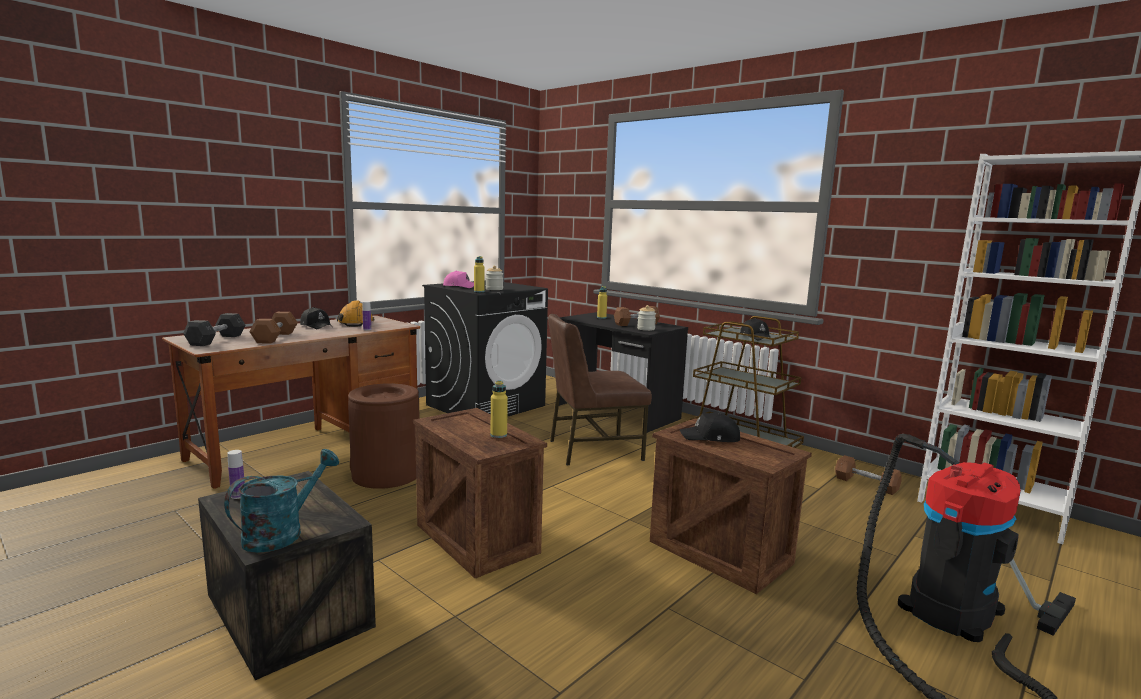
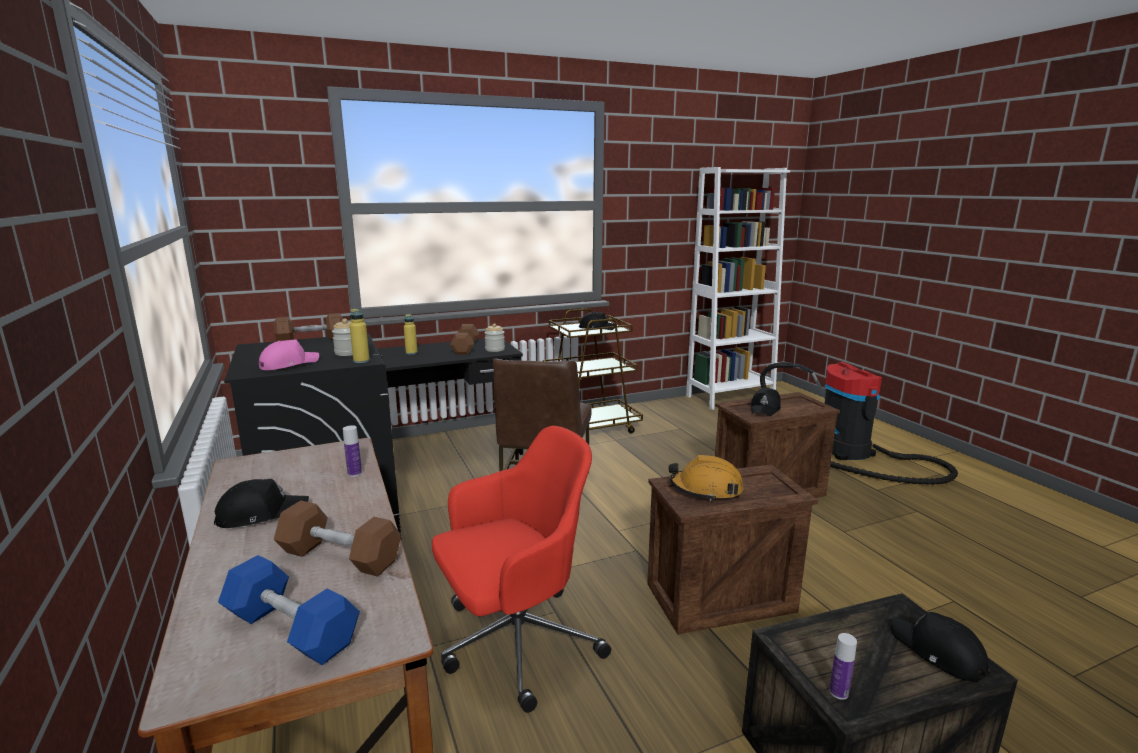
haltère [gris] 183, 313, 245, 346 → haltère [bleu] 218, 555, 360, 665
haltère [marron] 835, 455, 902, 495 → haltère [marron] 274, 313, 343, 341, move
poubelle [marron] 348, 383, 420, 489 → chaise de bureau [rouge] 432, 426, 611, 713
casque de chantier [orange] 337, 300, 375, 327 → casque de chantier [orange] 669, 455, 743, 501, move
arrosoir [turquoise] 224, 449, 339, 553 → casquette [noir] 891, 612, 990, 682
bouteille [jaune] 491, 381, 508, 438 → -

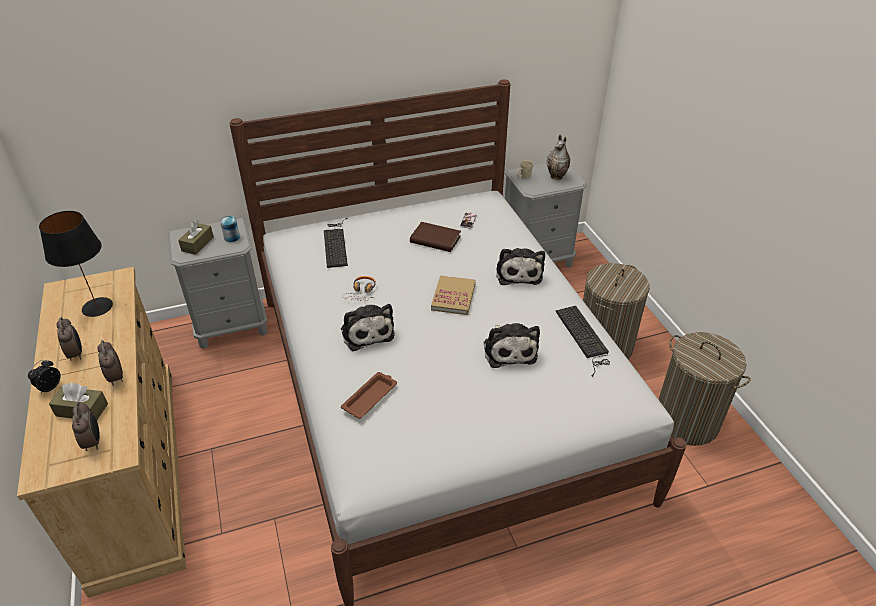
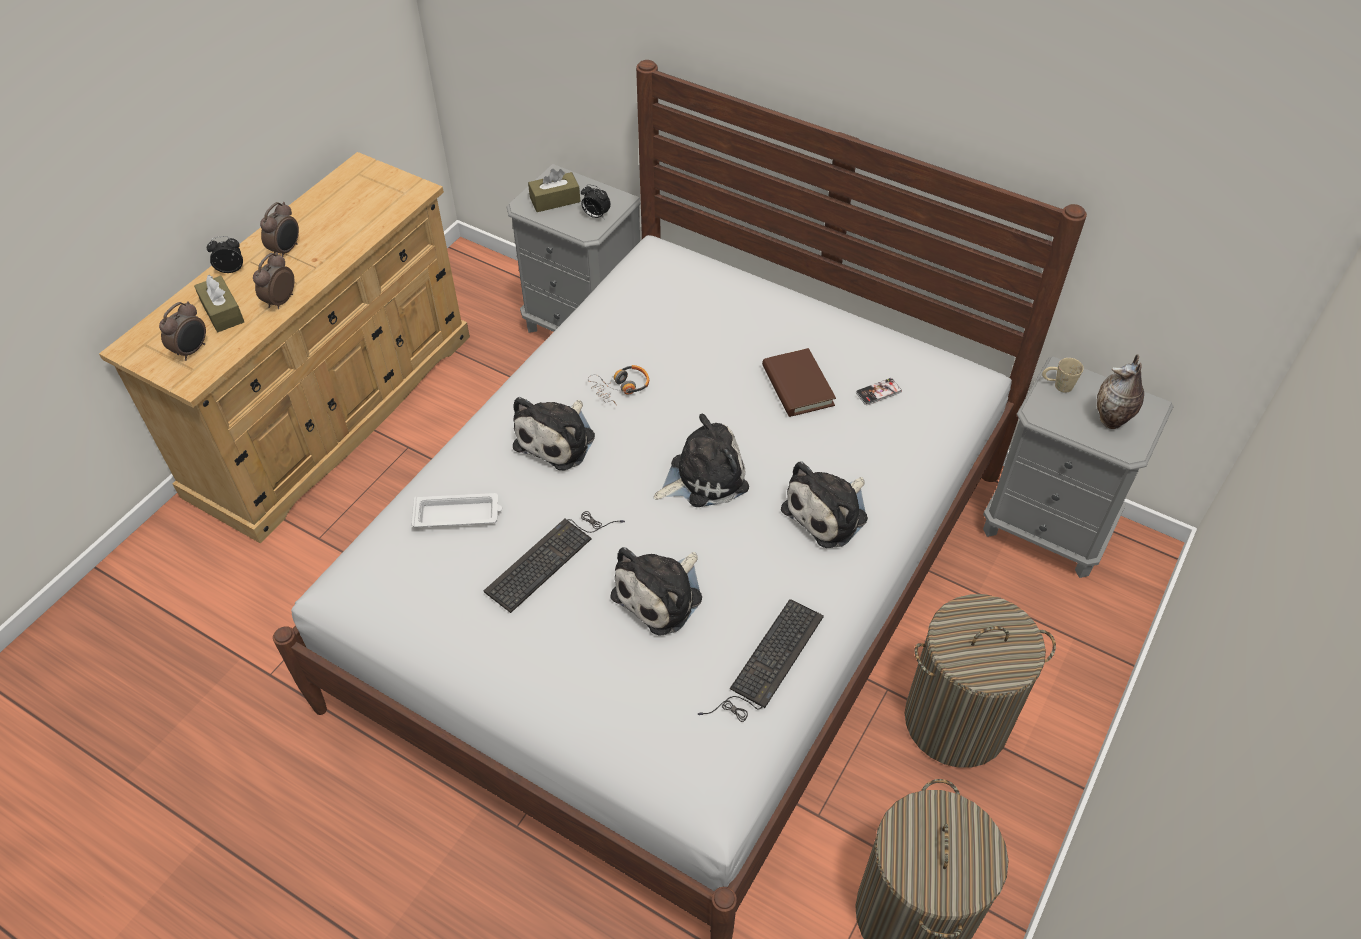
plateau [marron] 341, 372, 397, 419 → plateau [blanc] 411, 493, 502, 527
clavier 324, 217, 348, 268 → clavier 484, 511, 625, 613, move
boîte métallique 220, 216, 240, 242 → réveil 581, 184, 611, 219
livre 431, 275, 476, 315 → peluche 654, 414, 749, 507
lampe de table [noir] 39, 211, 113, 317 → -

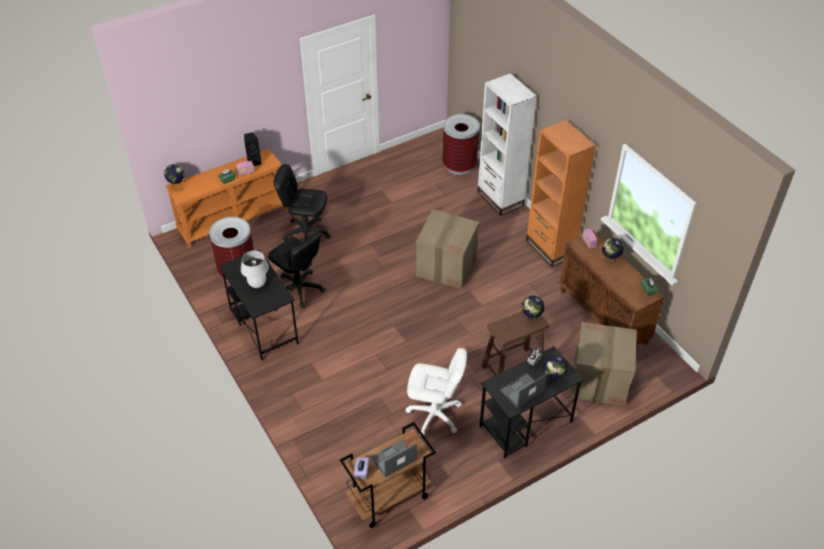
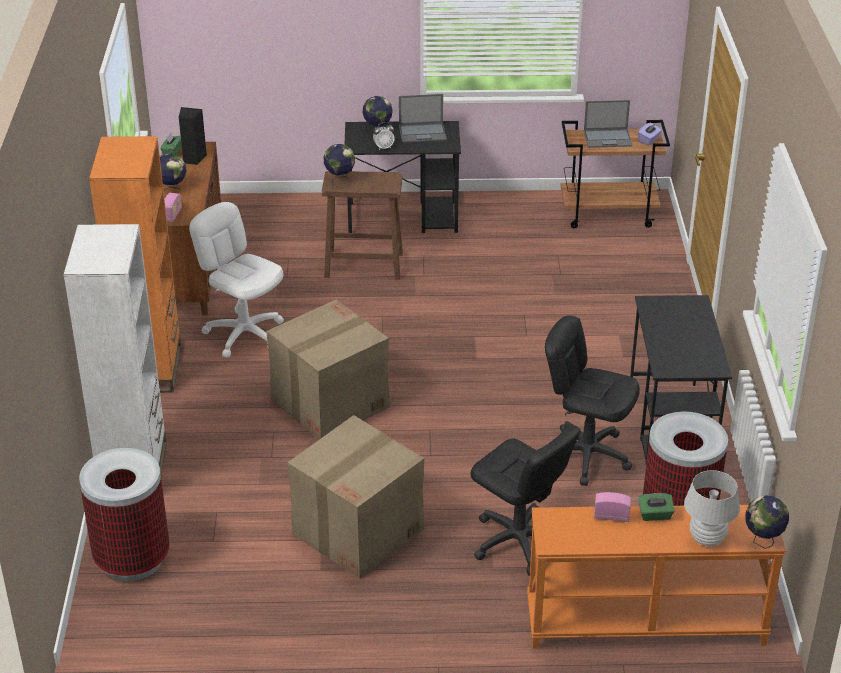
enceinte [noir] 244, 132, 262, 166 → enceinte [noir] 179, 107, 207, 165, move
chaise de bureau [blanc] 406, 348, 467, 437 → chaise de bureau [blanc] 189, 202, 284, 358, move
carton 570, 322, 637, 407 → carton 287, 415, 424, 579, move
chaise de bureau [noir] 268, 232, 325, 308 → chaise de bureau [noir] 545, 315, 640, 486, 45 degrees counterclockwise
lampe de table [blanc] 241, 251, 269, 288 → lampe de table [blanc] 684, 470, 740, 546, move

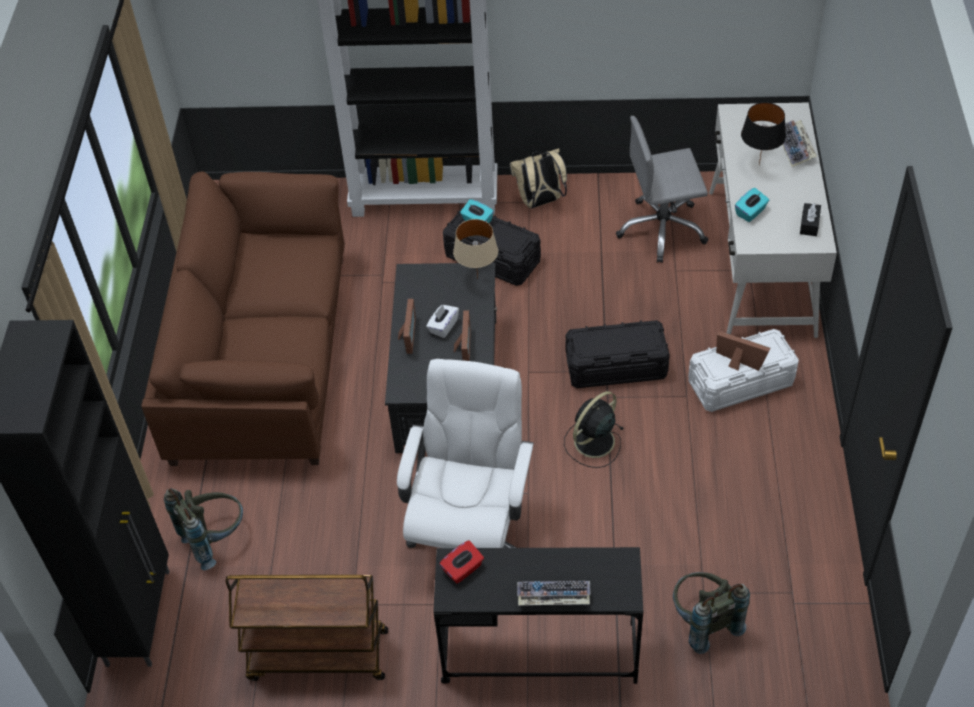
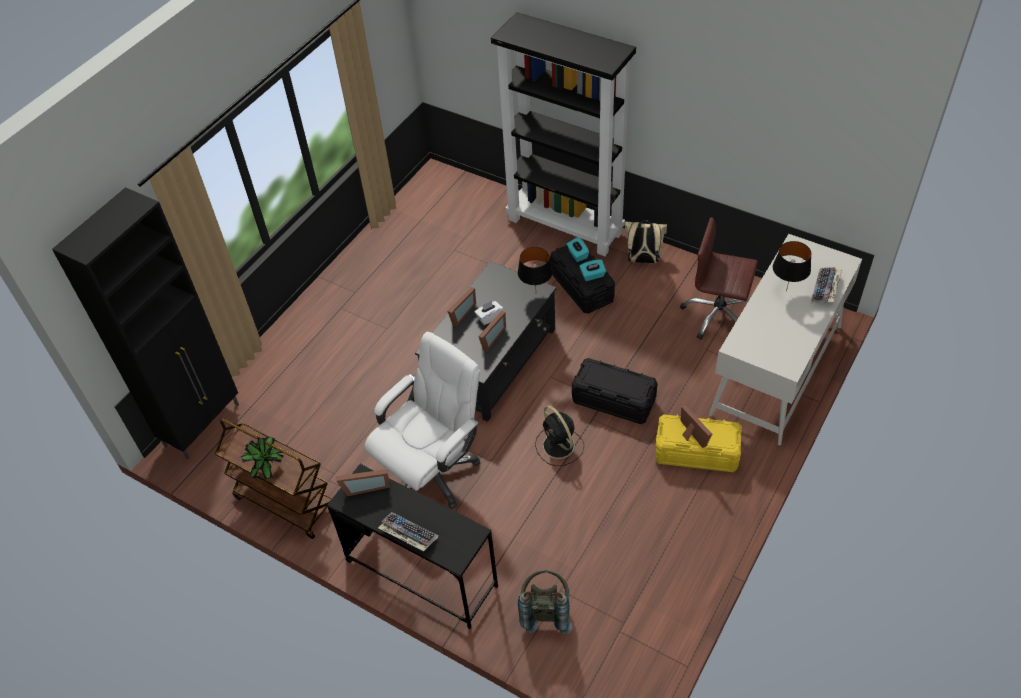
- → plante en pot 240, 436, 284, 480
boîte à mouchoirs [rouge] 440, 540, 484, 584 → cadre photo 335, 469, 390, 496
lampe de table [beige] 453, 219, 498, 279 → lampe de table [noir] 518, 247, 553, 287
ventilateur [noir] 564, 391, 624, 468 → ventilateur [noir] 535, 406, 584, 466, 105 degrees counterclockwise
boîte à mouchoirs [turquoise] 735, 188, 769, 222 → boîte à mouchoirs [turquoise] 579, 259, 606, 281, move
boîte de rangement [blanc] 688, 329, 799, 412 → boîte de rangement [jaune] 655, 414, 742, 472
chaise de bureau [gris] 616, 116, 708, 263 → chaise de bureau [marron] 680, 217, 758, 340
canapé [marron] 141, 171, 345, 466 → -
sac à dos [gris] 164, 488, 243, 570 → -
boîte à mouchoirs [noir] 800, 203, 821, 236 → -

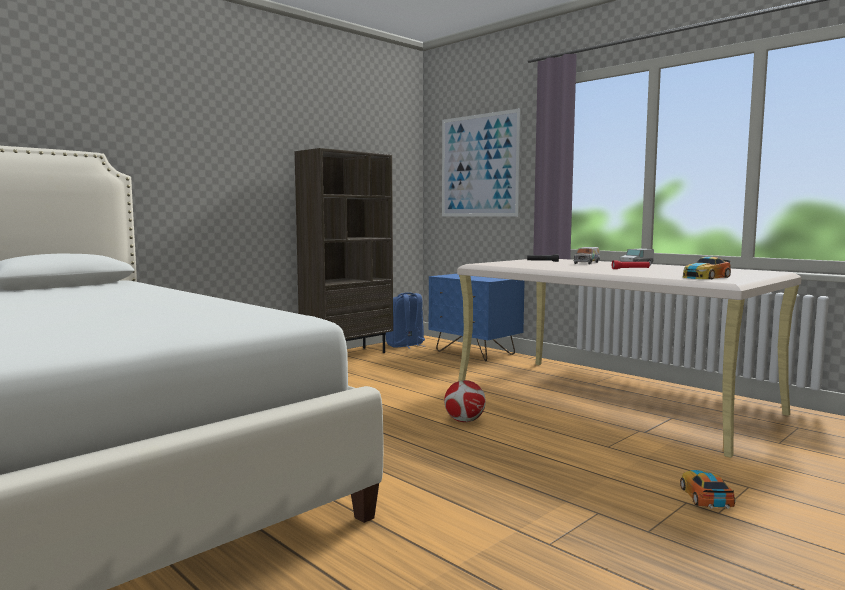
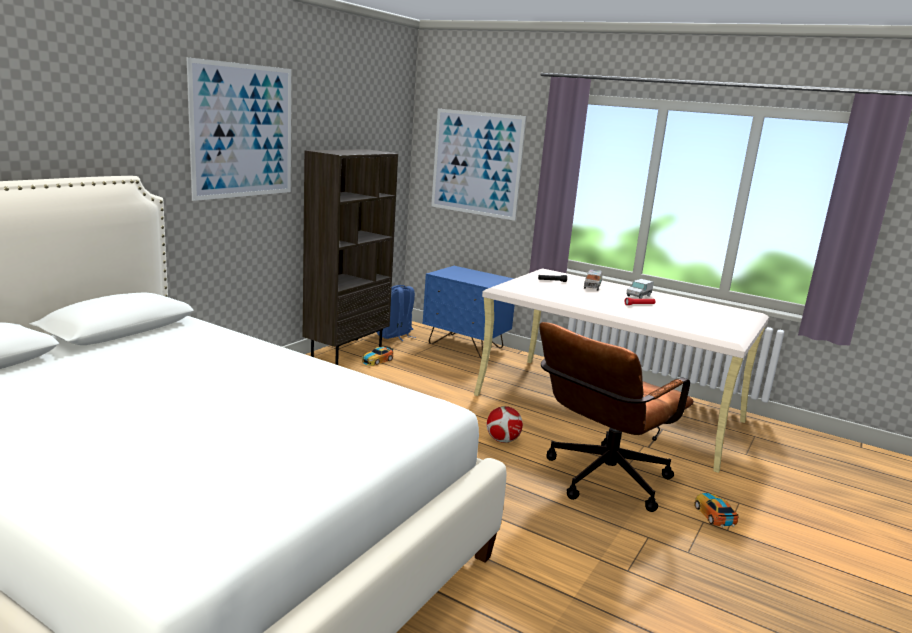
- → tableau 186, 57, 291, 201
petite voiture 683, 257, 731, 279 → petite voiture 362, 346, 393, 366, move
- → chaise de bureau [marron] 539, 322, 694, 512

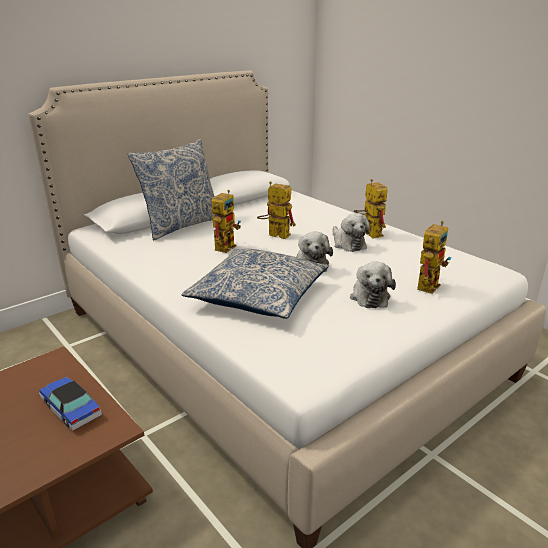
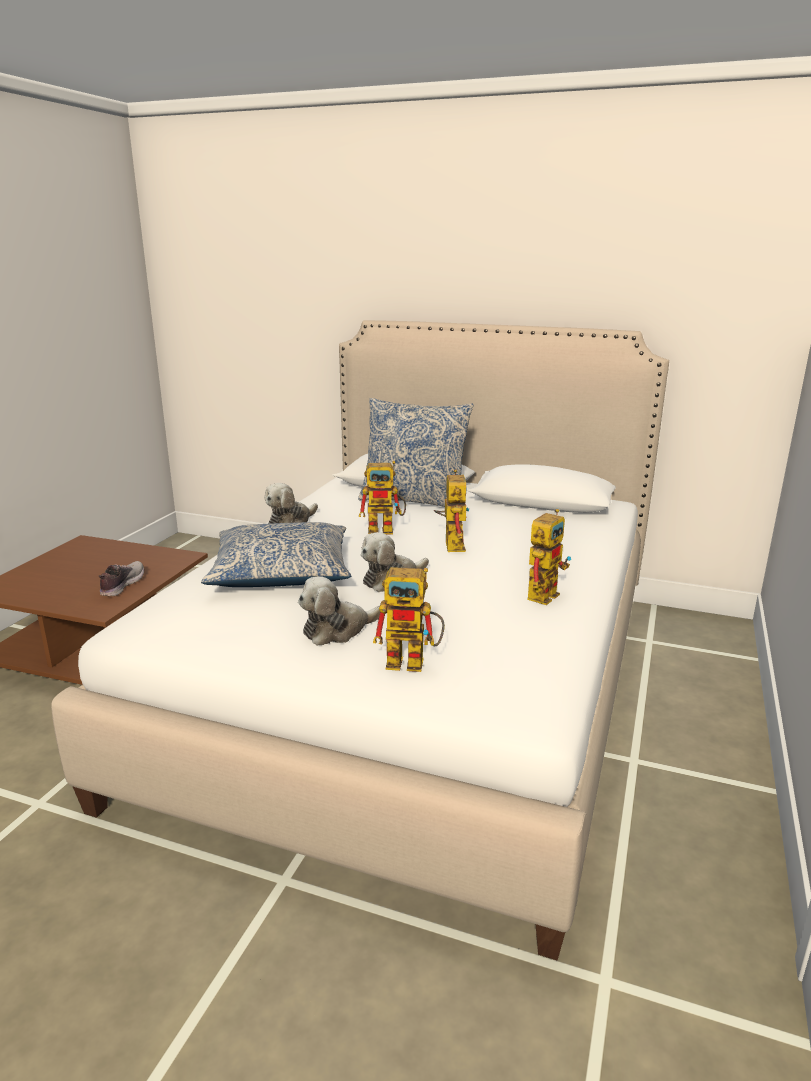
petite voiture 39, 377, 102, 431 → chaussure 99, 561, 144, 596
peluche 333, 213, 370, 252 → peluche 264, 483, 318, 524, move

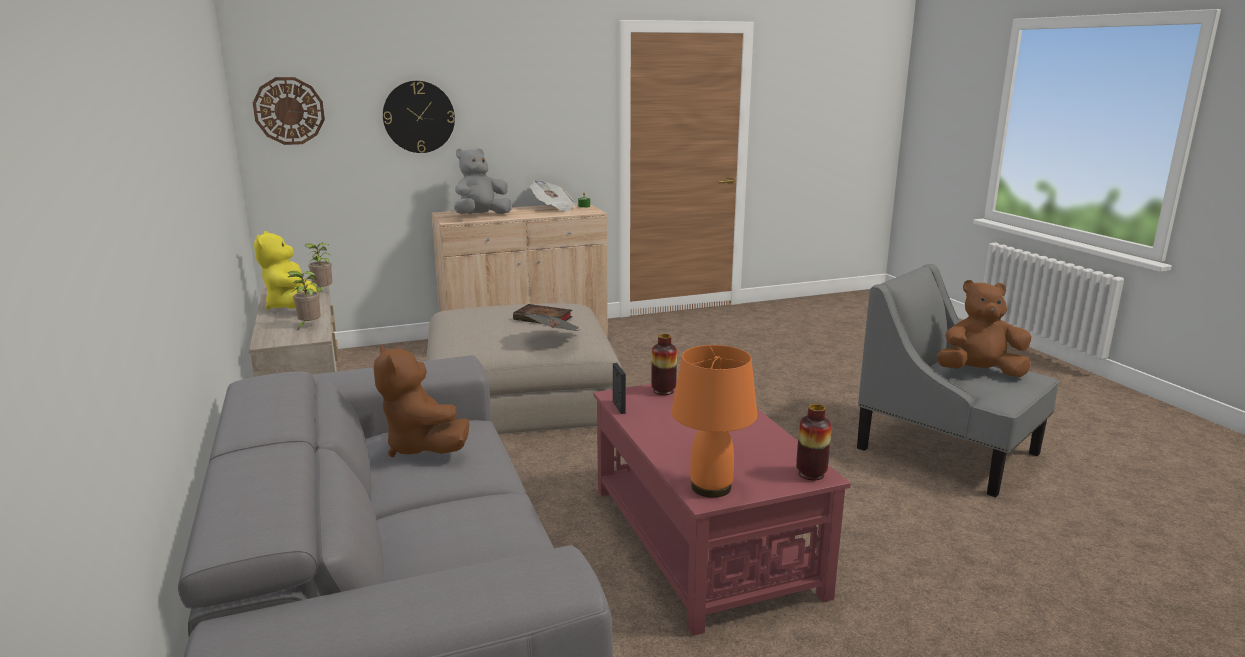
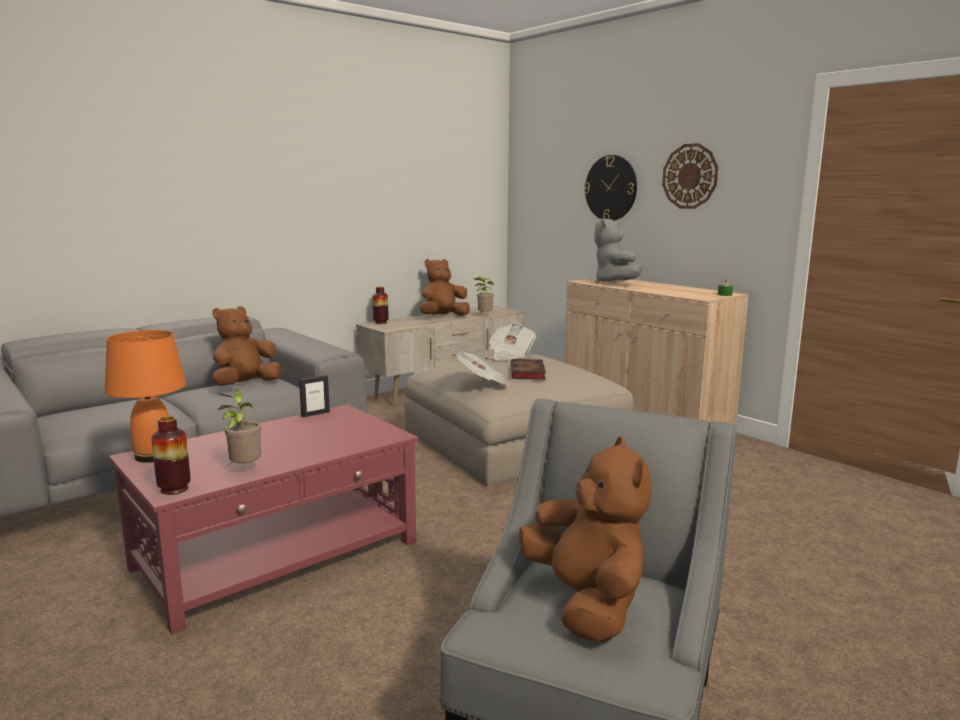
plante en pot 287, 271, 321, 330 → plante en pot 218, 389, 261, 467, move
vase 651, 334, 677, 395 → vase 373, 287, 389, 324, move
peluche [jaune] 254, 231, 317, 310 → peluche [marron] 420, 259, 470, 316
journal 530, 180, 577, 212 → journal 489, 323, 536, 361, move
peluche [gris] 454, 148, 512, 214 → peluche [gris] 594, 218, 642, 284, 120 degrees counterclockwise
horloge murale 253, 77, 325, 145 → horloge murale 662, 143, 718, 209, move

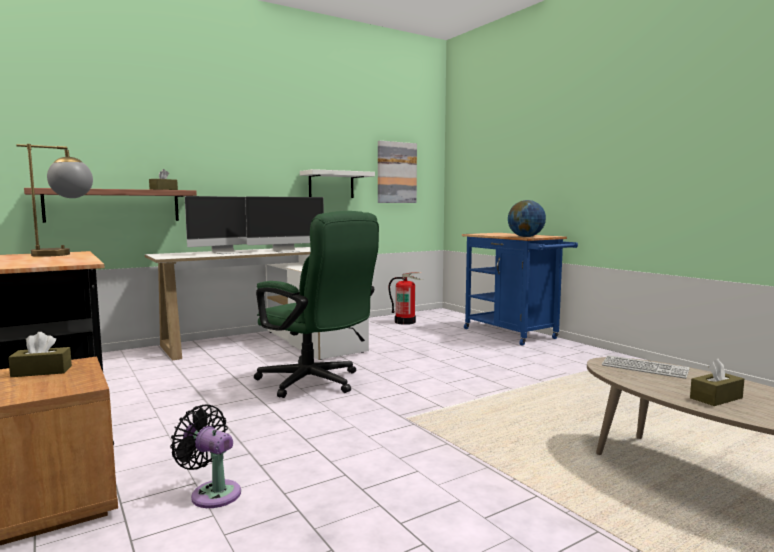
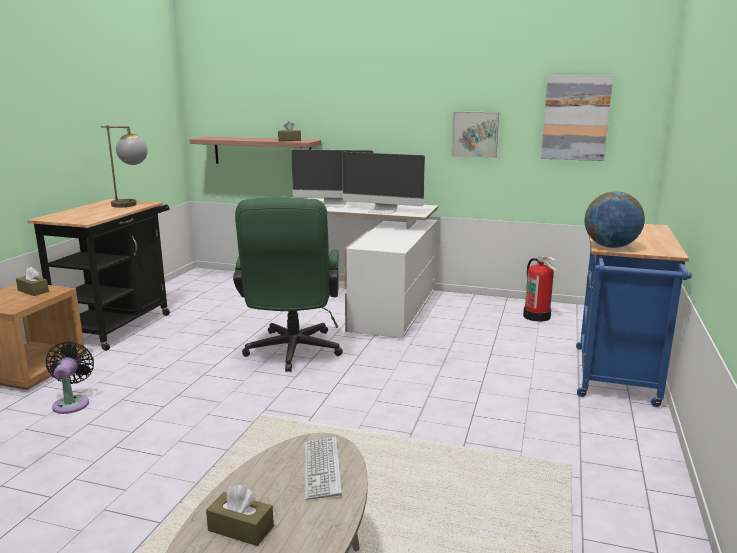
étagère [blanc] 300, 169, 375, 198 → tableau 452, 111, 499, 158

